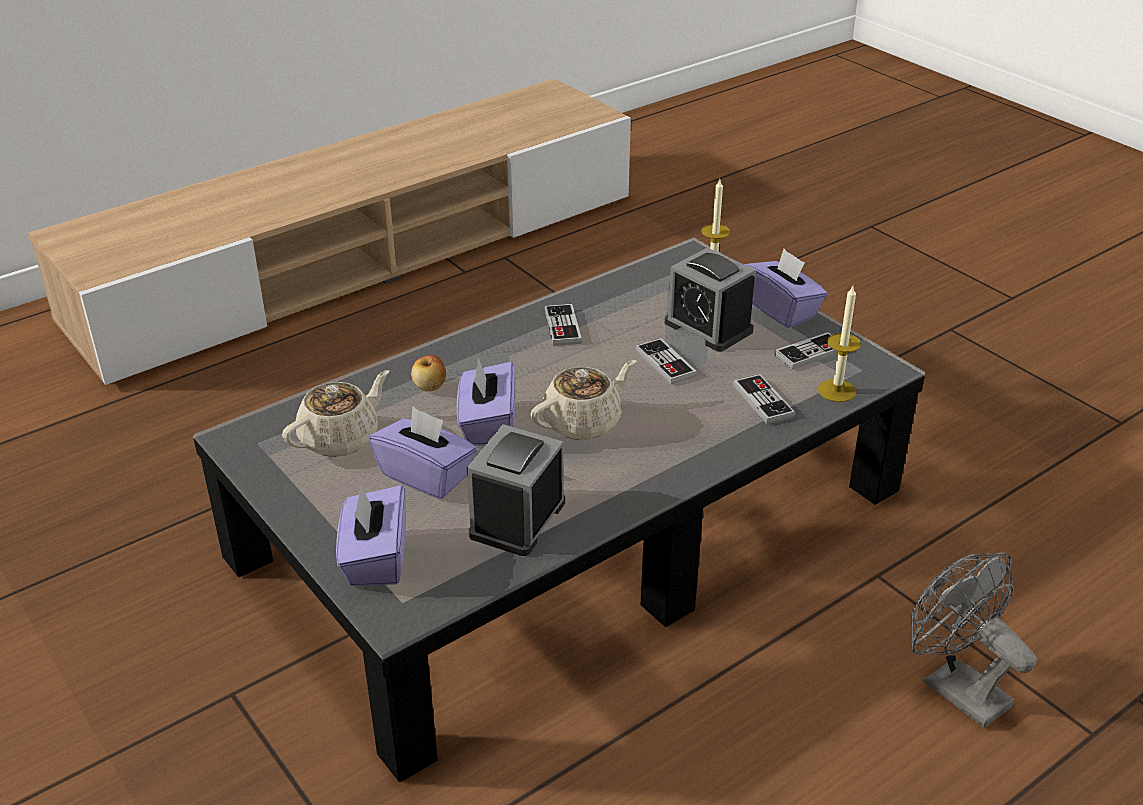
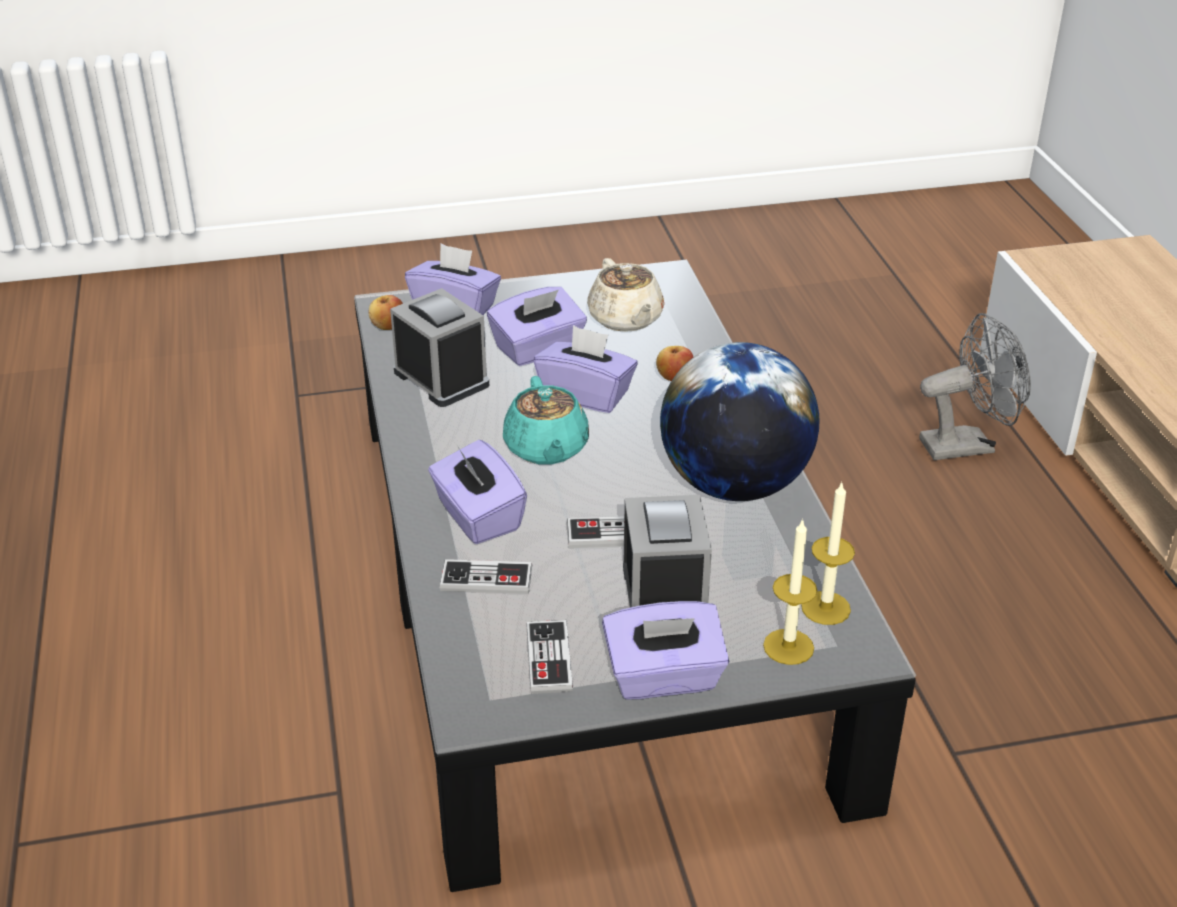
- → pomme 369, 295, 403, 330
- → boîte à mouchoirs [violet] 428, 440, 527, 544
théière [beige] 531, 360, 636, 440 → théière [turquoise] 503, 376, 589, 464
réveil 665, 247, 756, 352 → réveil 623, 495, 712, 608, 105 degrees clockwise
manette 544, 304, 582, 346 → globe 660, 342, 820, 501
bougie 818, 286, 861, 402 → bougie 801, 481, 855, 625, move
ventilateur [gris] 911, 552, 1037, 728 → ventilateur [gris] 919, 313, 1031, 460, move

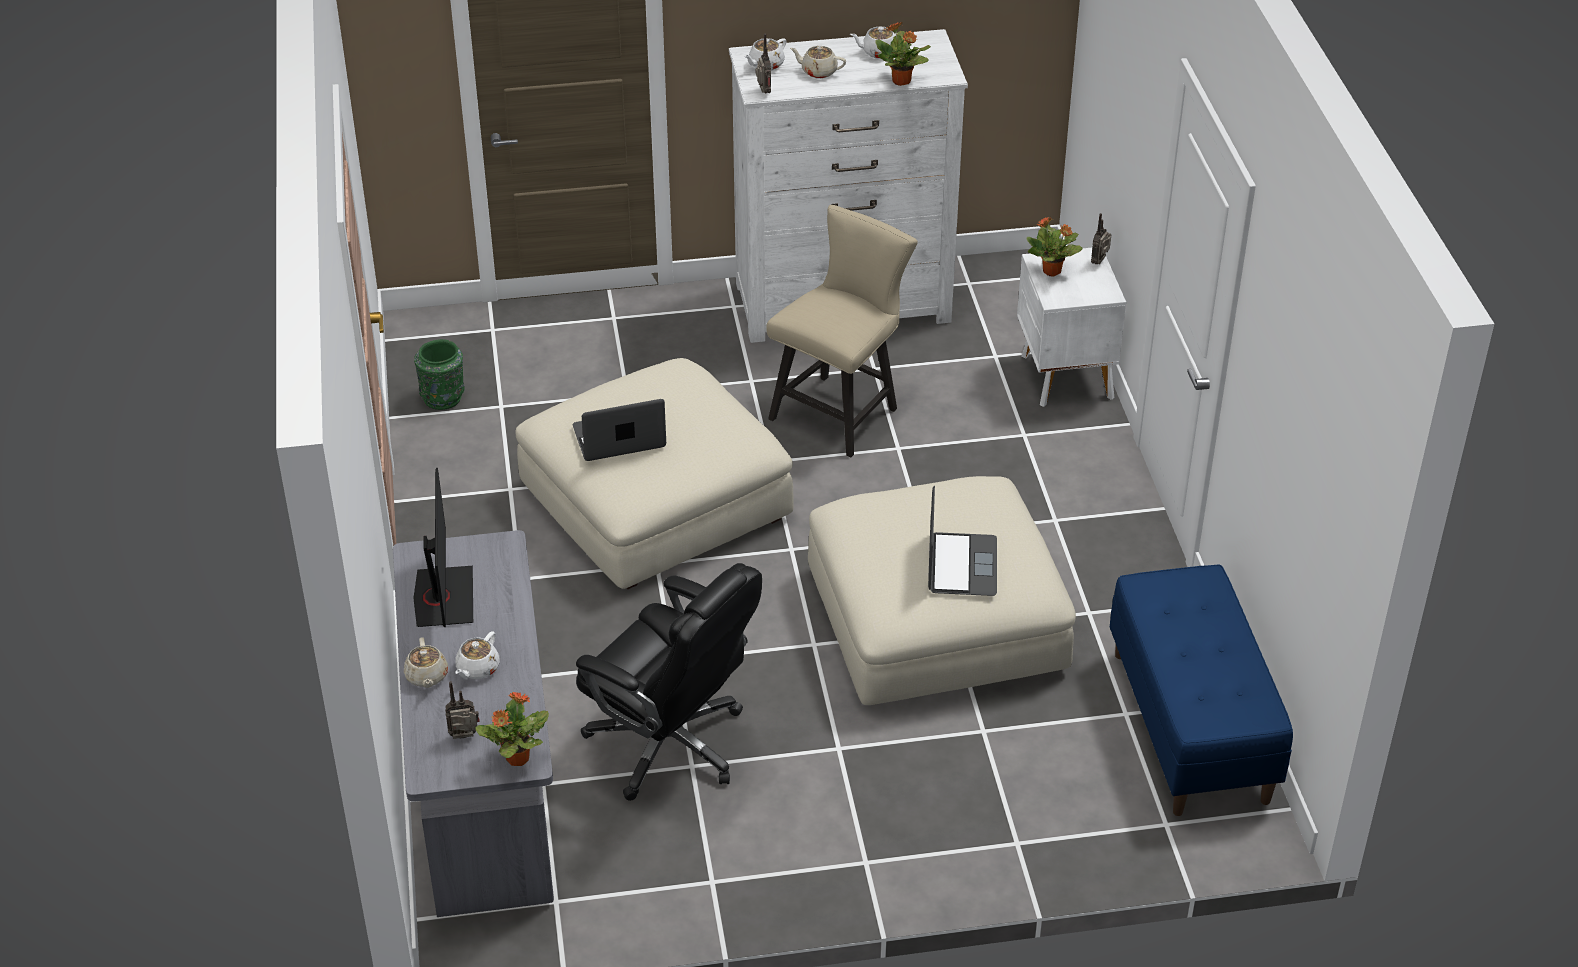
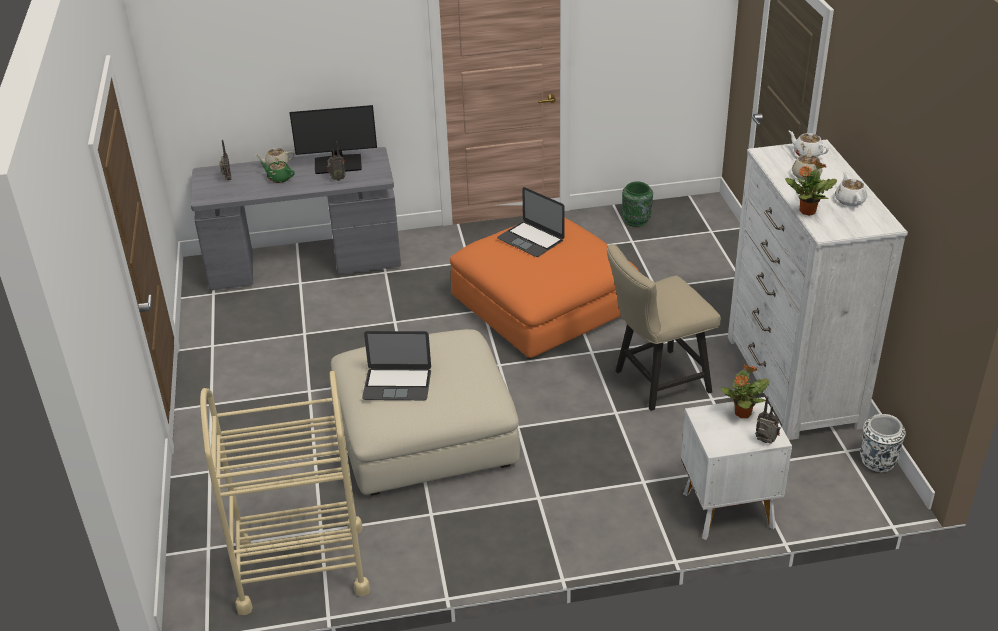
banc [bleu] 1110, 565, 1293, 816 → chariot [beige] 200, 371, 370, 615
théière [blanc] 455, 631, 500, 679 → théière [vert] 260, 161, 295, 183
radio 755, 34, 771, 94 → radio 327, 141, 346, 181, move
pouf [beige] 515, 358, 794, 589 → pouf [orange] 450, 218, 639, 359
ordinateur portable 573, 399, 666, 461 → ordinateur portable 497, 187, 565, 257, 150 degrees clockwise
chaise [beige] 766, 205, 918, 458 → chaise [beige] 606, 244, 721, 411, 120 degrees clockwise
- → vase [blanc] 860, 414, 906, 472
plante en pot 475, 692, 549, 766 → -
chaise de bureau [noir] 576, 563, 762, 801 → -

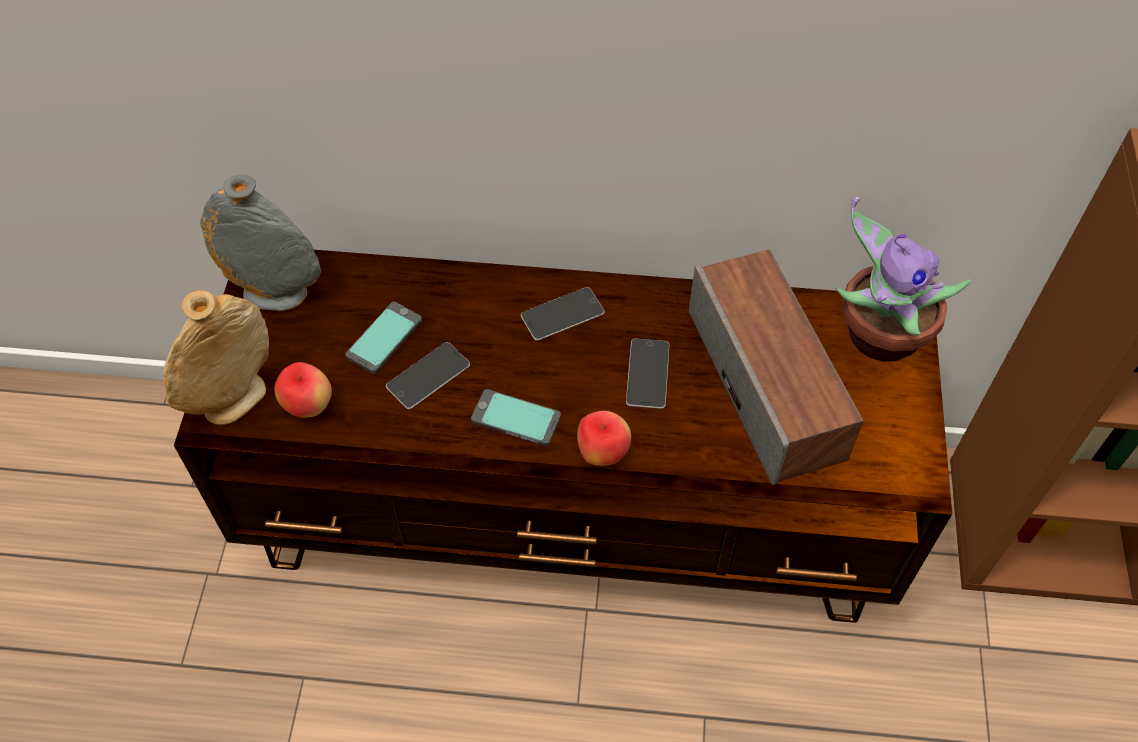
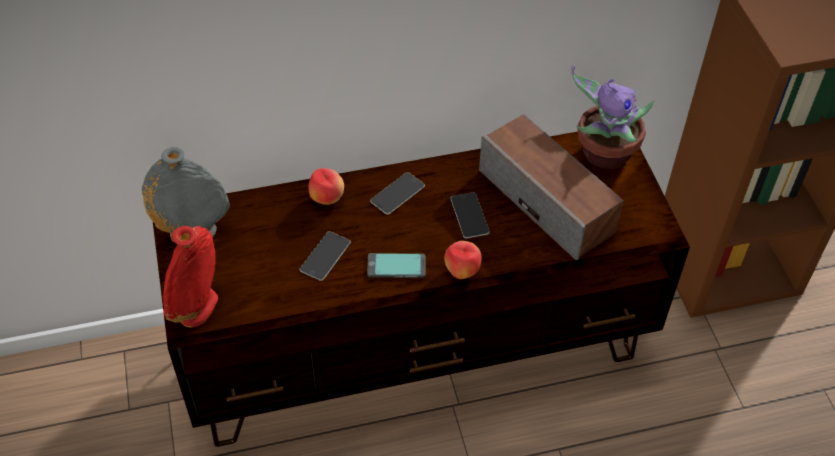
vase [beige] 164, 290, 269, 425 → vase [rouge] 163, 226, 218, 327
pomme 275, 362, 332, 418 → pomme 309, 168, 344, 205, move
téléphone 346, 302, 422, 374 → -

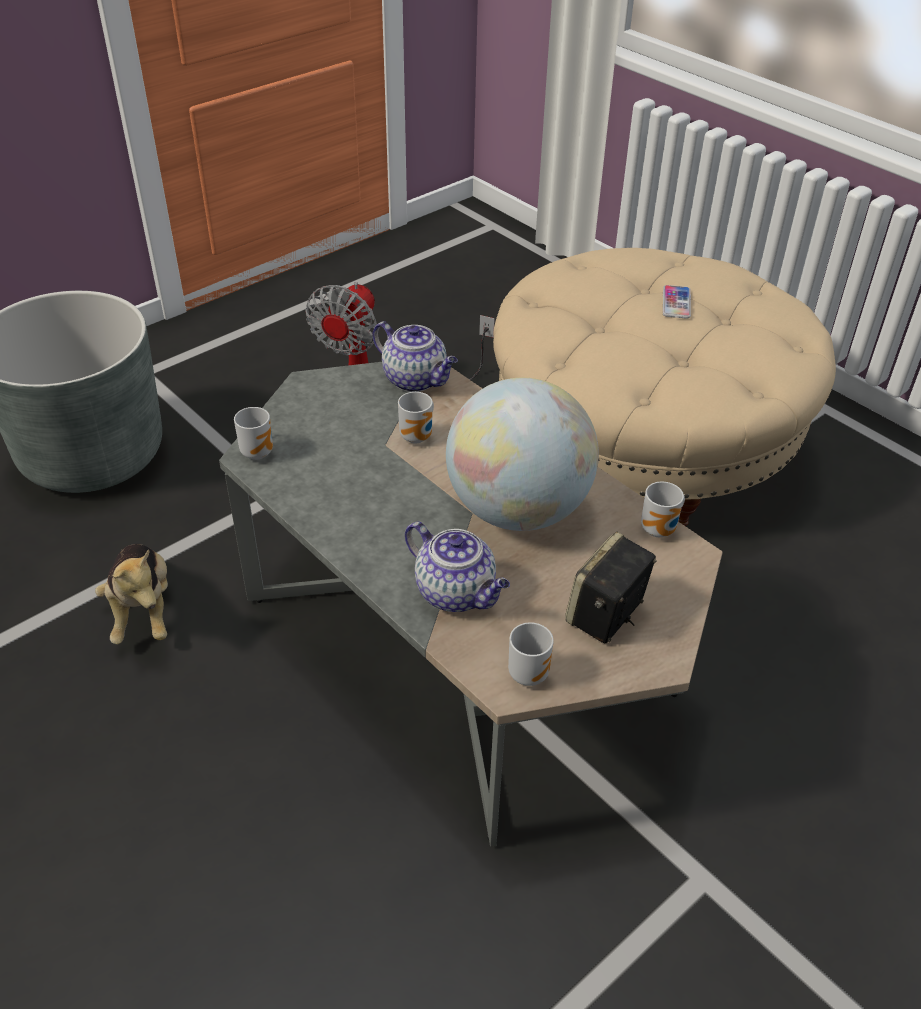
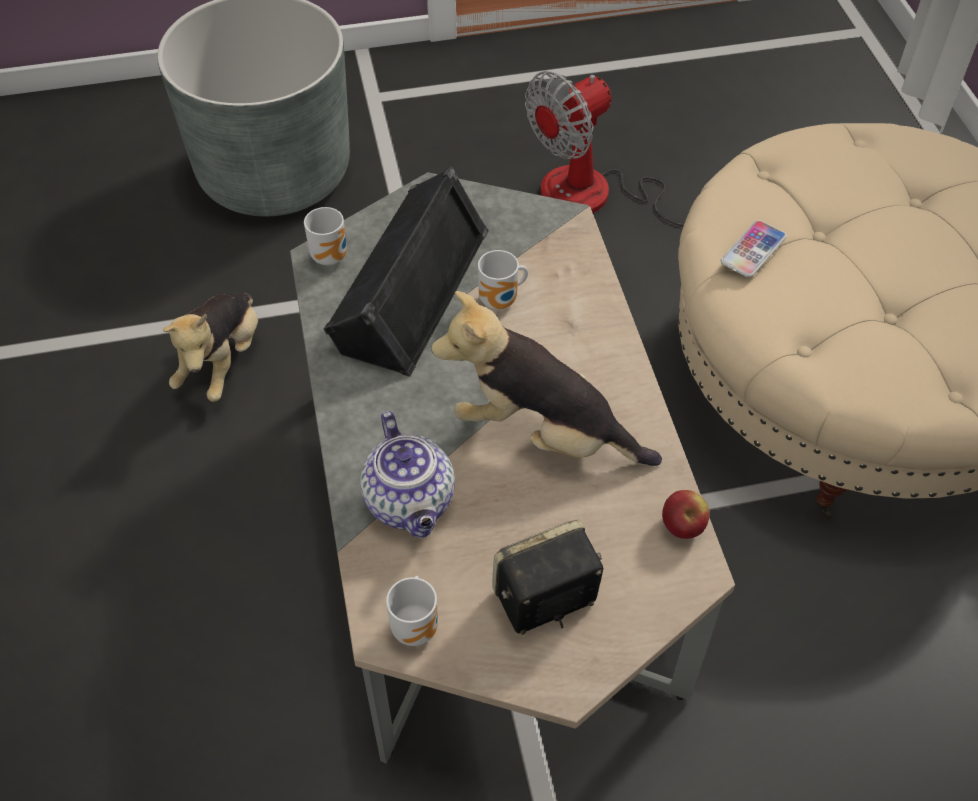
- → enceinte [noir] 324, 166, 489, 377
globe 446, 377, 599, 531 → peluche 432, 291, 662, 466
mug 641, 482, 685, 537 → pomme 662, 490, 710, 539
téléphone 663, 285, 691, 319 → téléphone 721, 220, 787, 277, move
théière 373, 321, 458, 392 → -

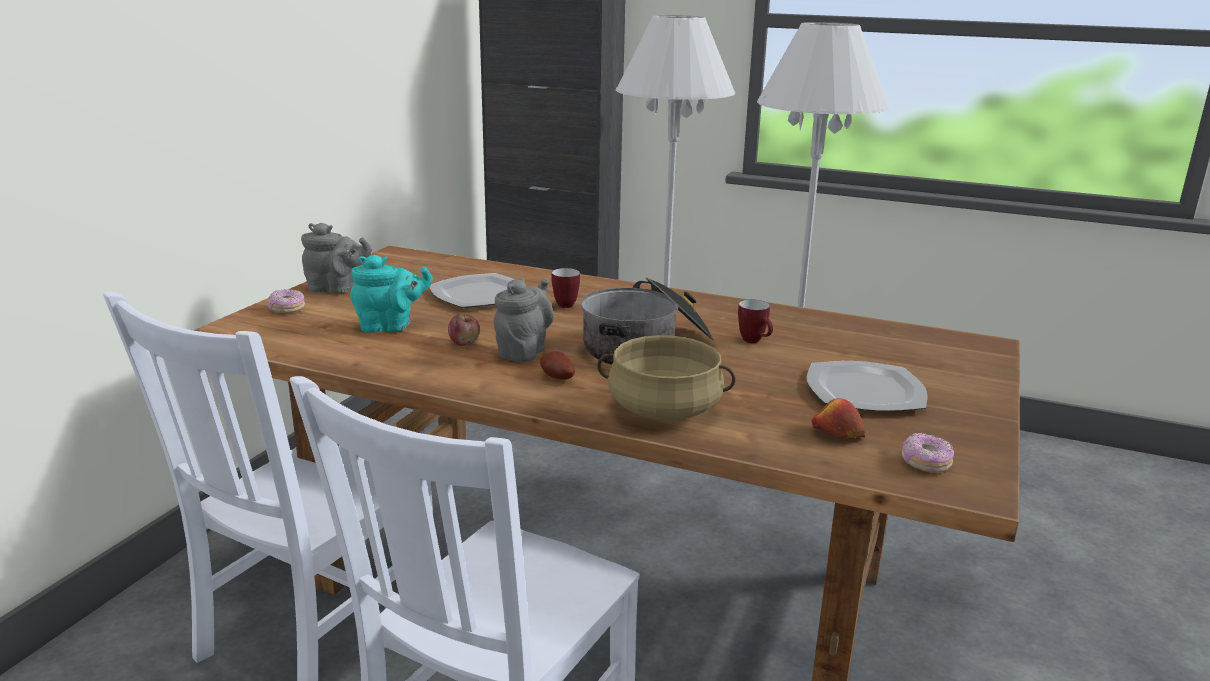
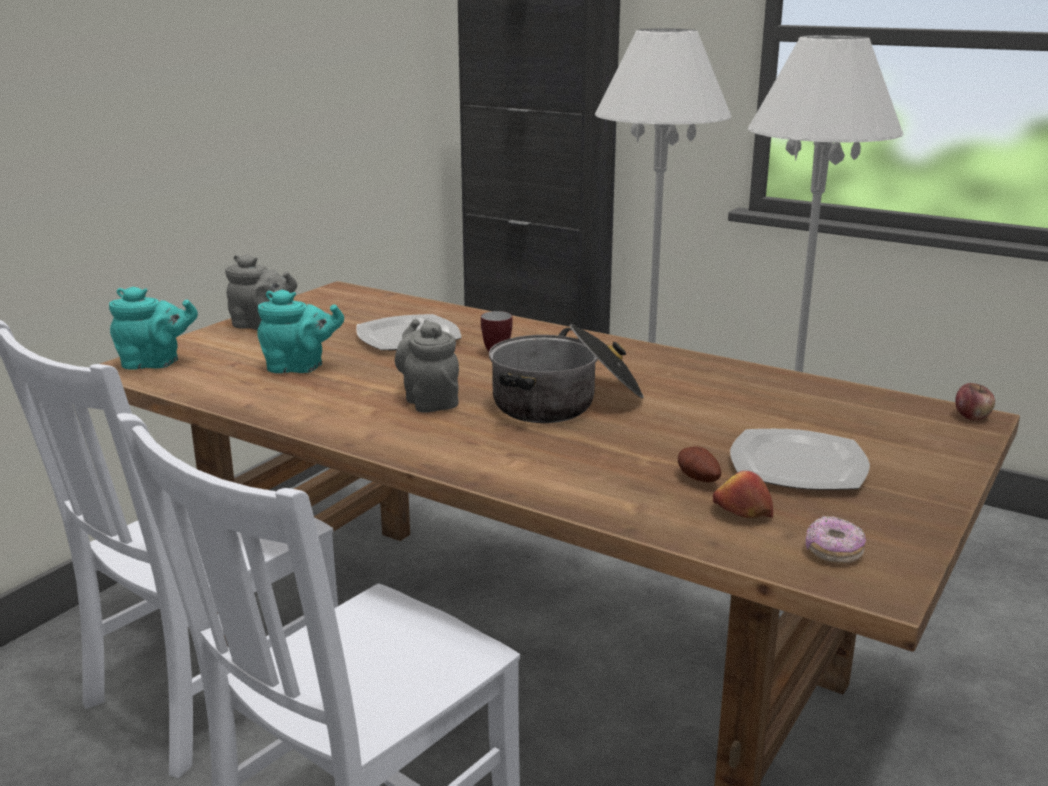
- → théière [turquoise] 109, 286, 198, 370
théière [gris] 494, 278, 554, 362 → théière [gris] 395, 319, 459, 413, 60 degrees counterclockwise
pomme de terre 540, 351, 575, 380 → pomme de terre 678, 447, 721, 482, move
pomme 448, 314, 480, 346 → pomme 955, 383, 995, 421, move
beignet 268, 289, 305, 313 → -
marmite [beige] 597, 335, 735, 420 → -
mug 738, 299, 773, 343 → -

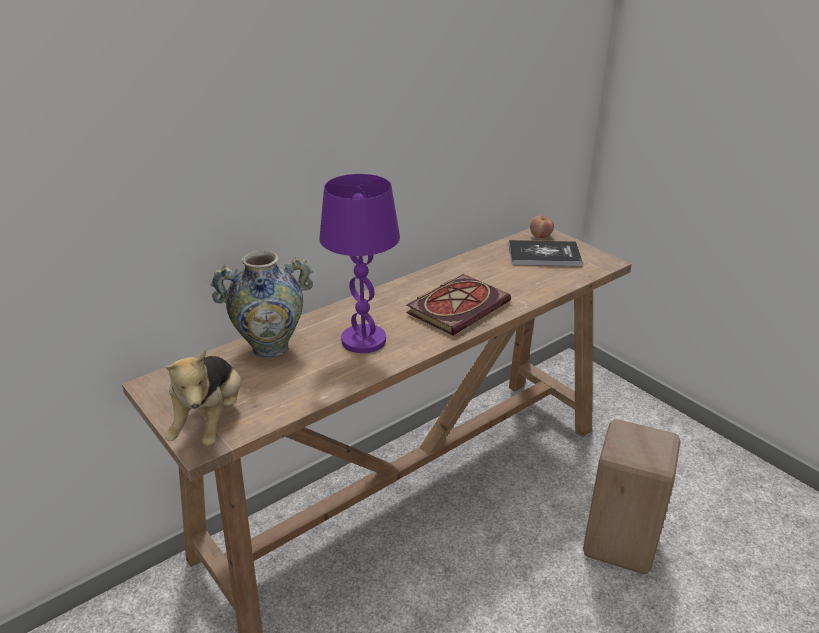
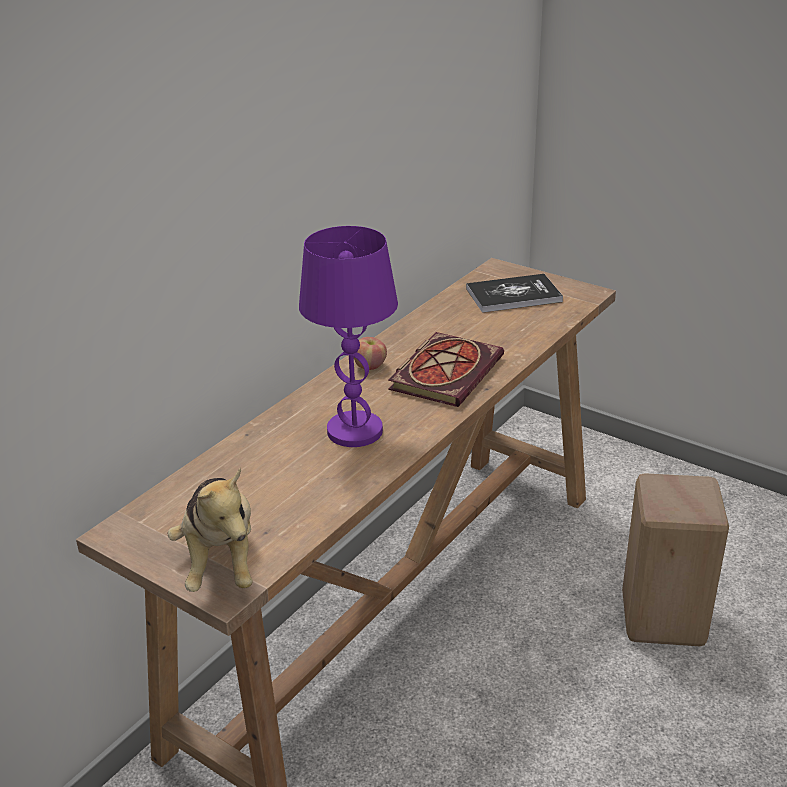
pomme 530, 215, 554, 238 → pomme 354, 337, 387, 370, move
vase 211, 250, 313, 358 → -

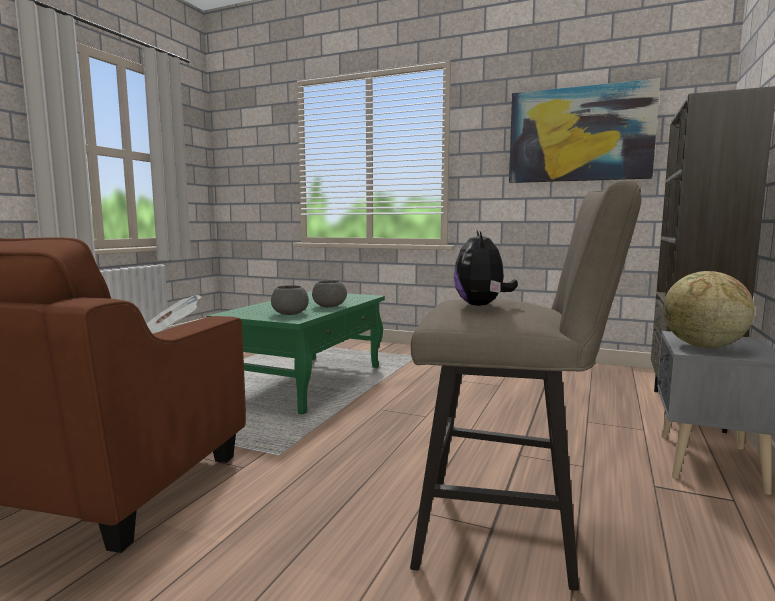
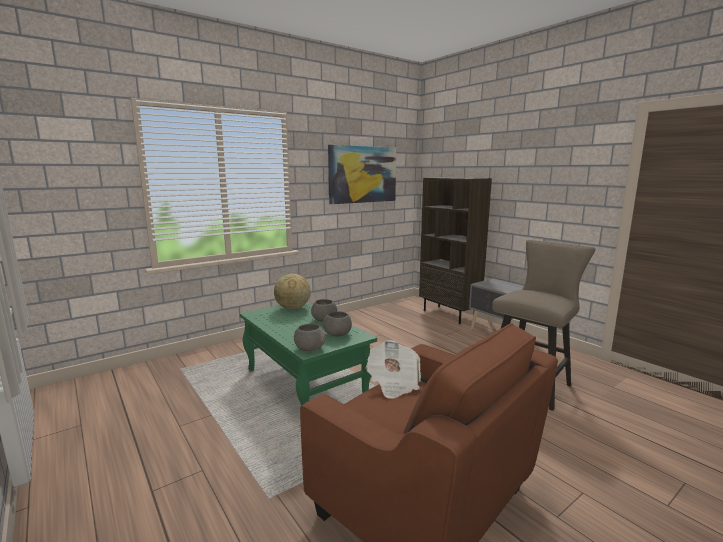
globe 663, 271, 755, 348 → globe 274, 274, 311, 309, move
- → bol [gris] 294, 324, 326, 351
peluche 454, 229, 518, 306 → -

